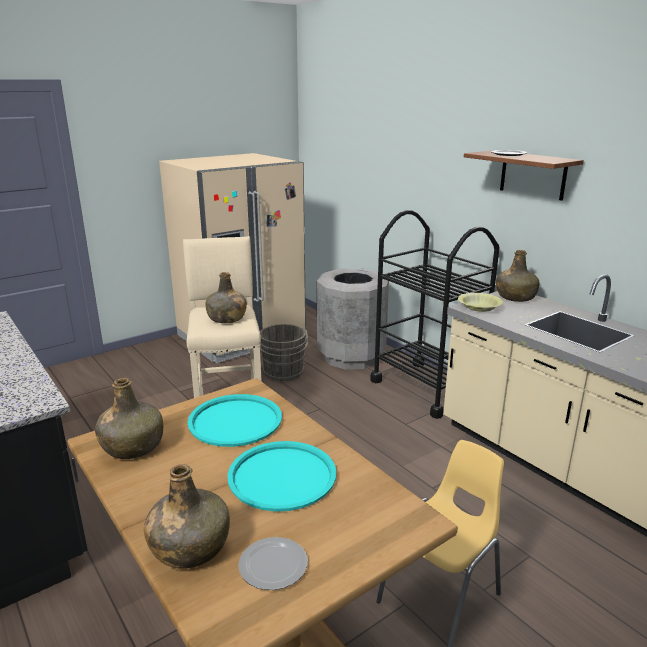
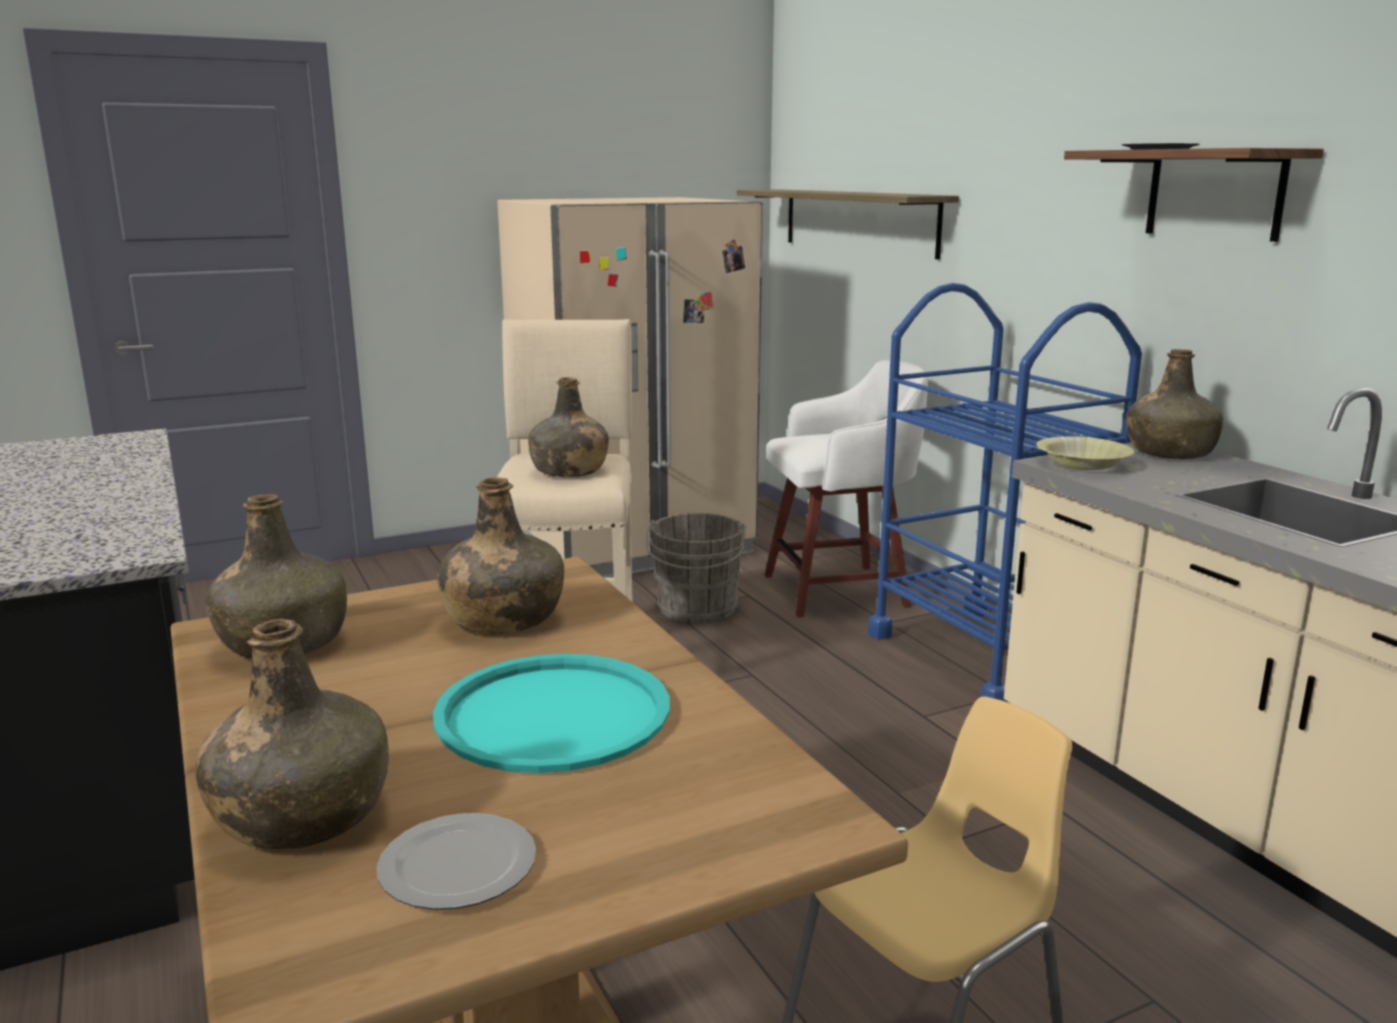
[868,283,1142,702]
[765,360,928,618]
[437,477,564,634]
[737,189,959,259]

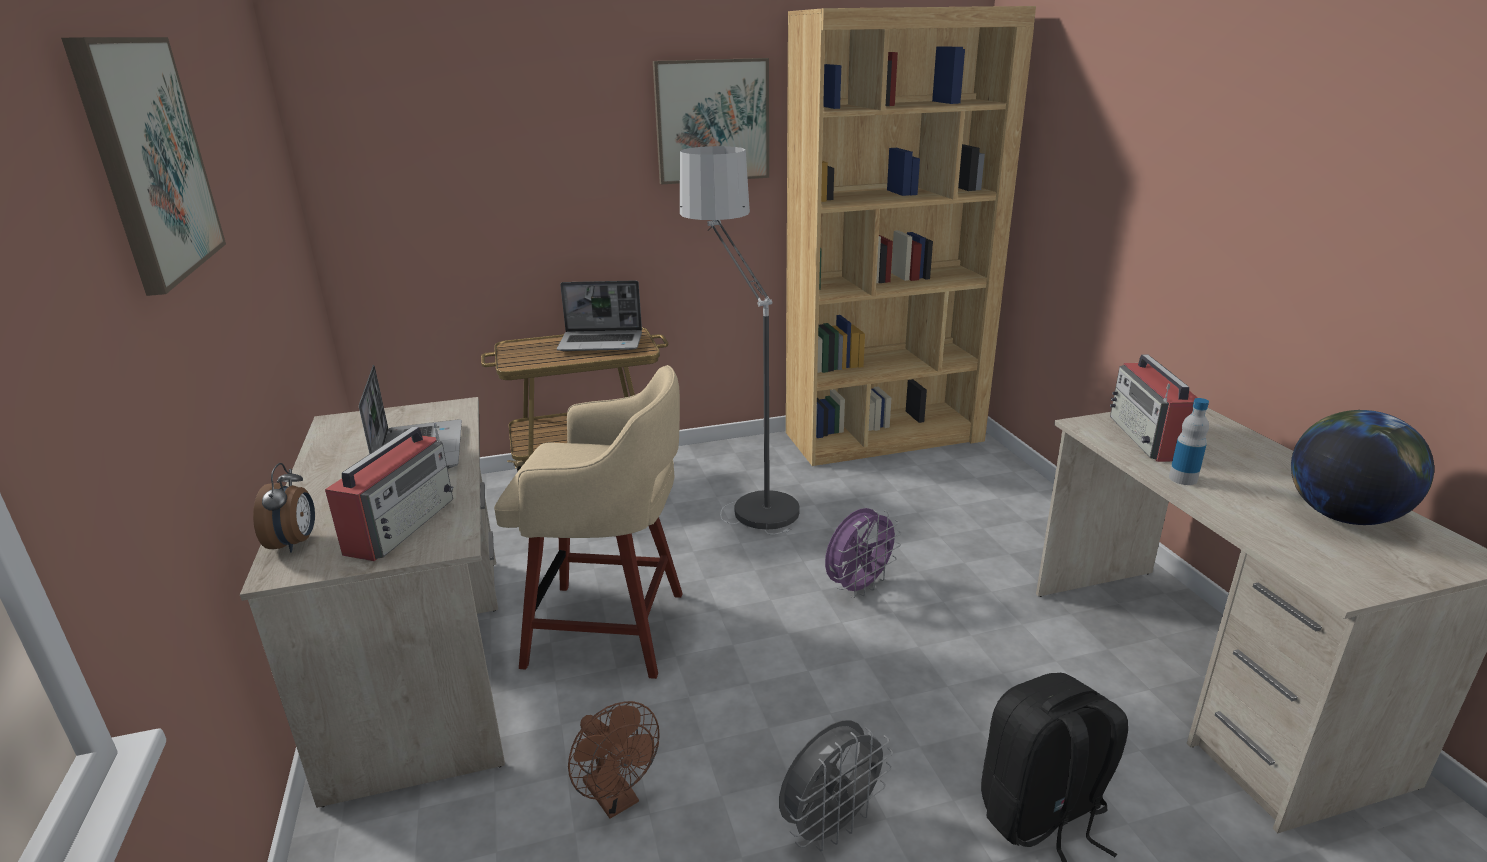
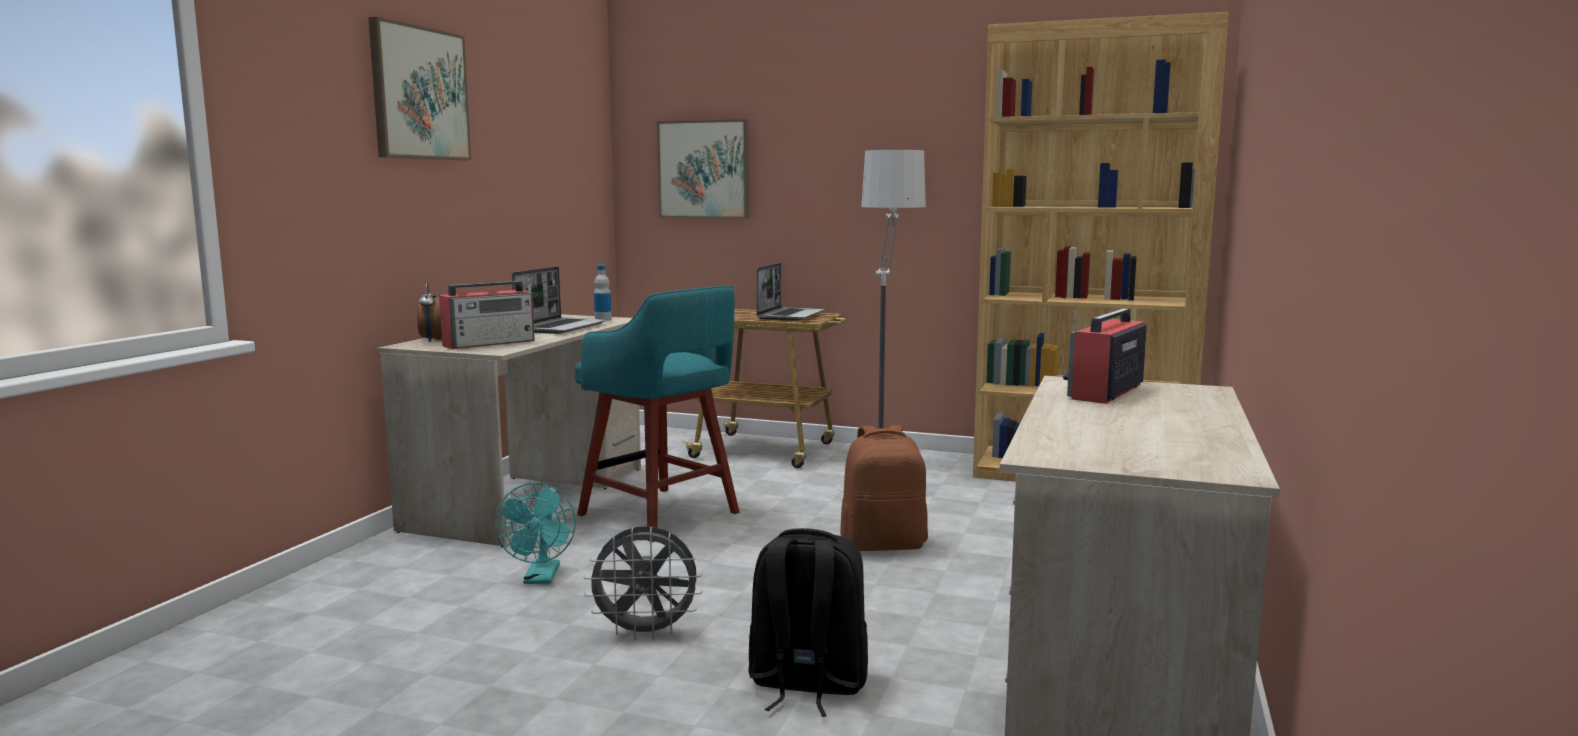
[657,119,749,219]
[757,263,825,320]
[575,286,739,542]
[594,265,611,321]
[1291,410,1434,525] (first image)
[417,282,442,342]
[840,425,928,551]
[495,483,576,584]

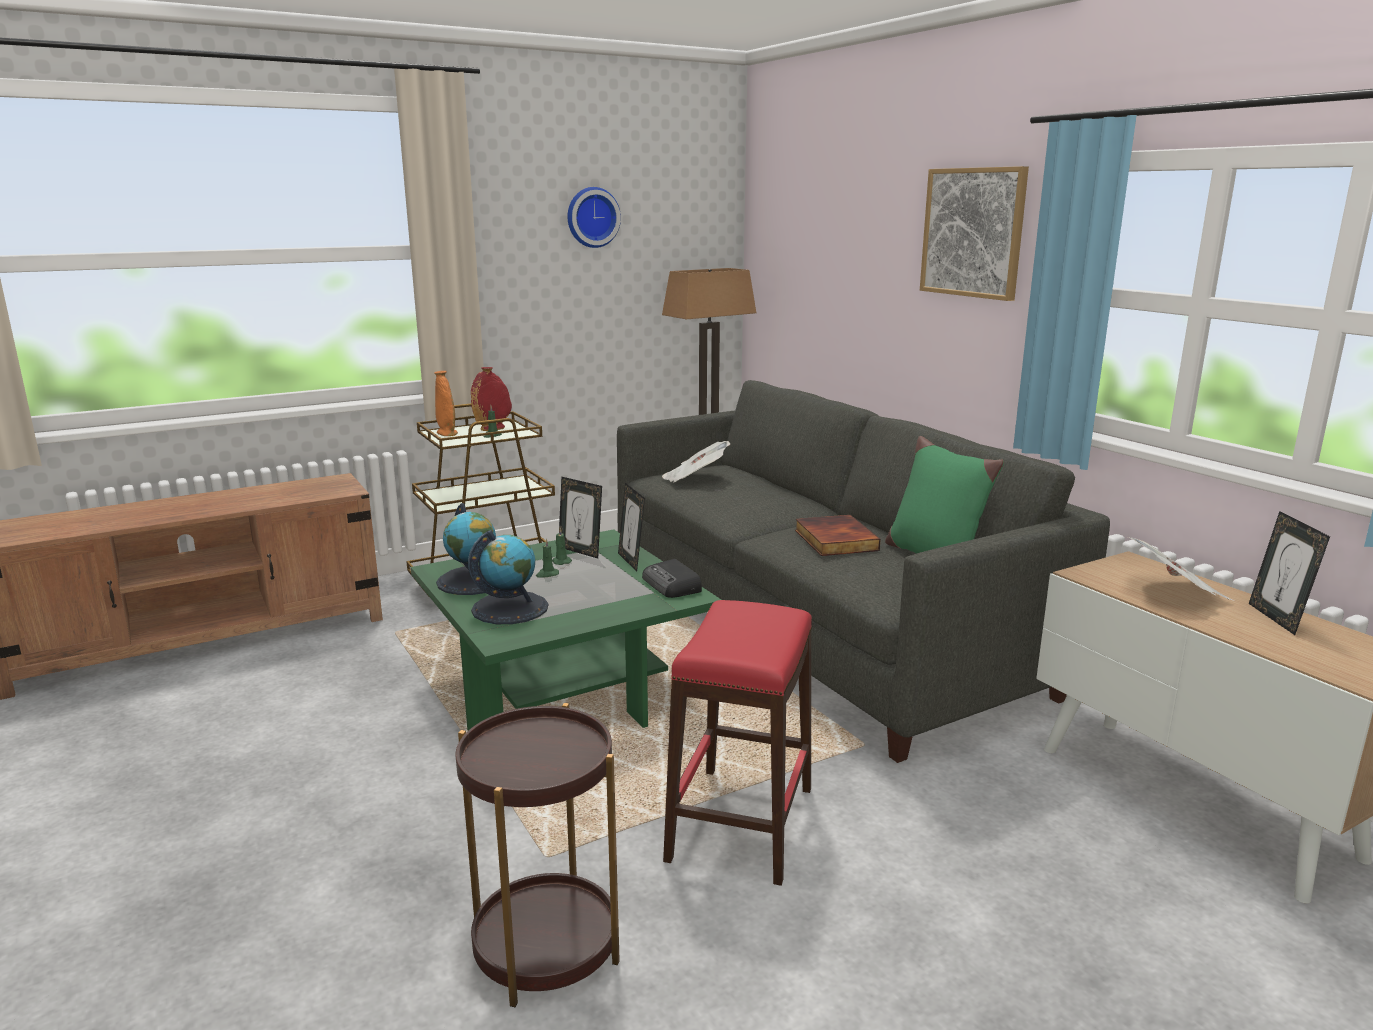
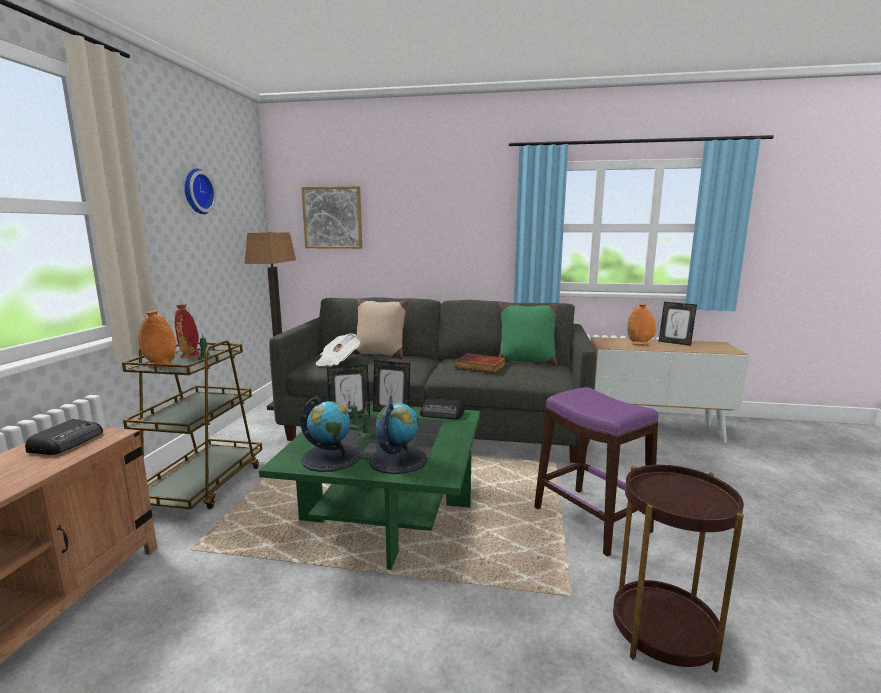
[301,186,362,249]
[627,304,656,345]
[534,387,659,557]
[352,298,409,359]
[25,419,103,455]

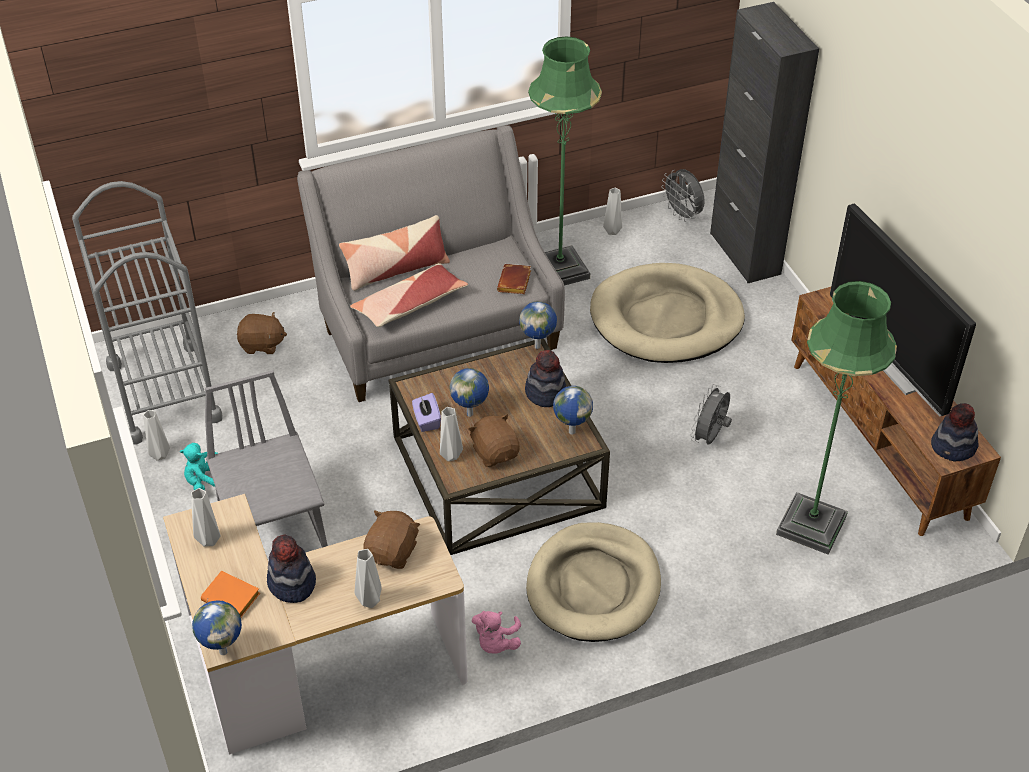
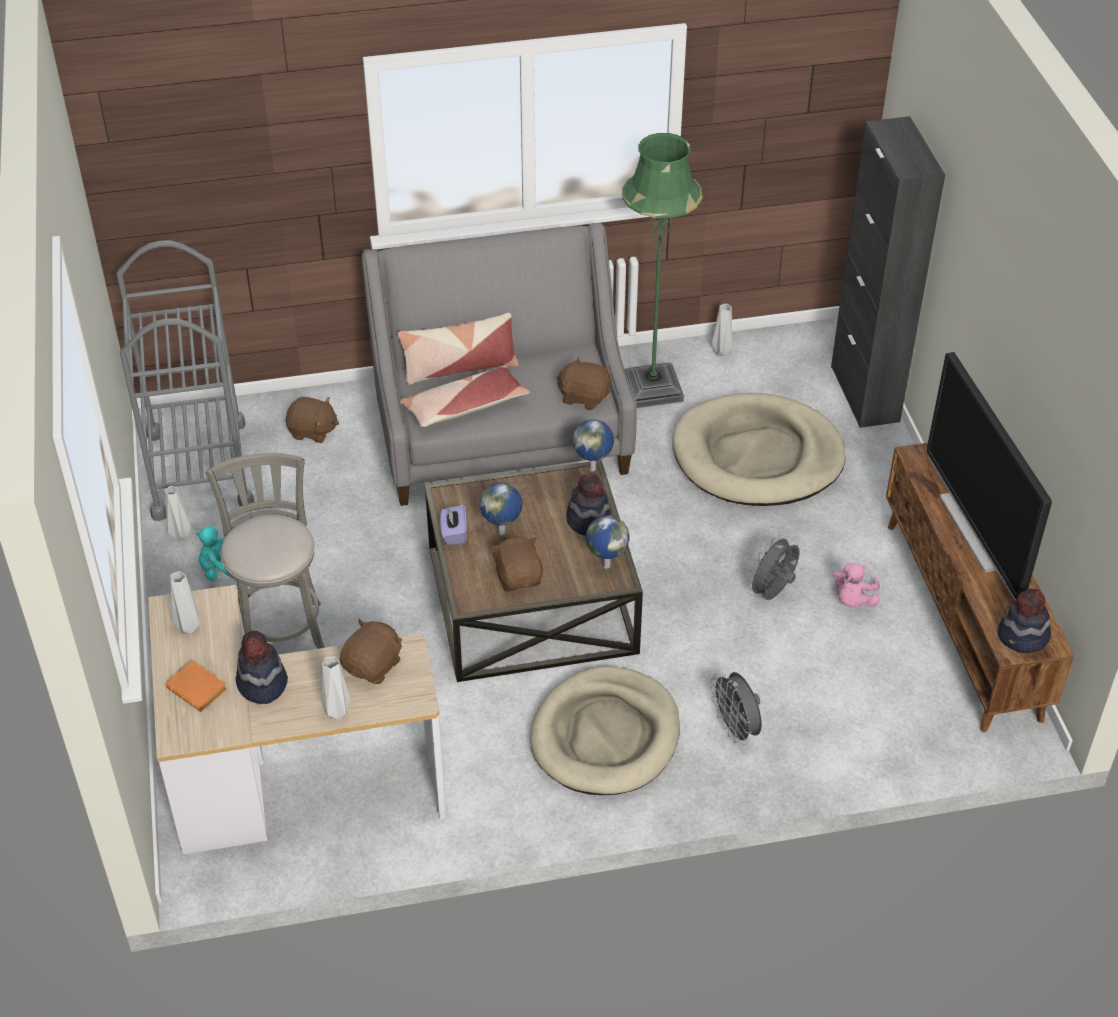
[710,672,762,745]
[556,357,611,410]
[776,281,897,555] (first image)
[206,453,325,649]
[440,407,463,461] (first image)
[192,600,242,655] (first image)
[832,563,880,608]

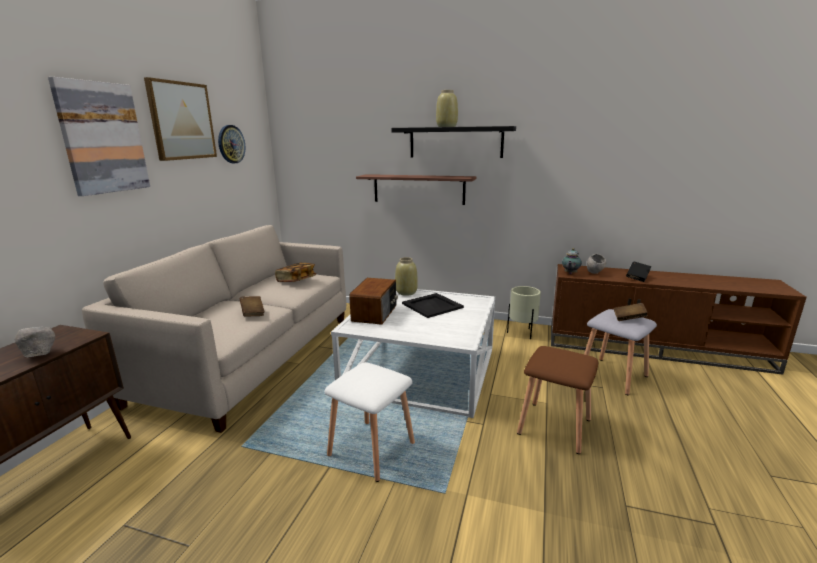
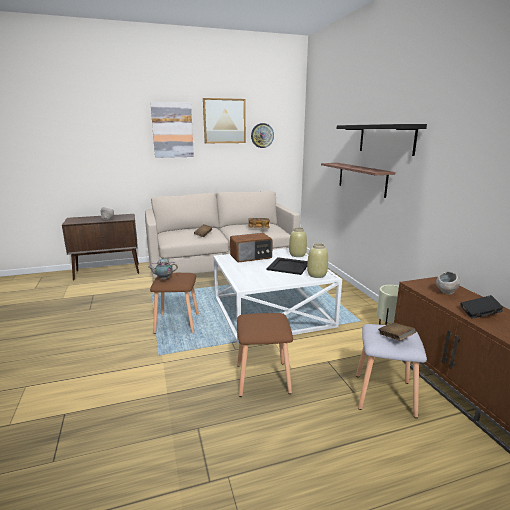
[307,243,328,278]
[148,257,178,280]
[150,273,199,334]

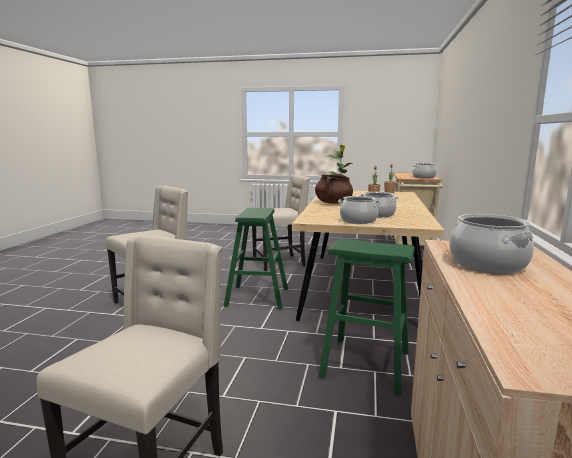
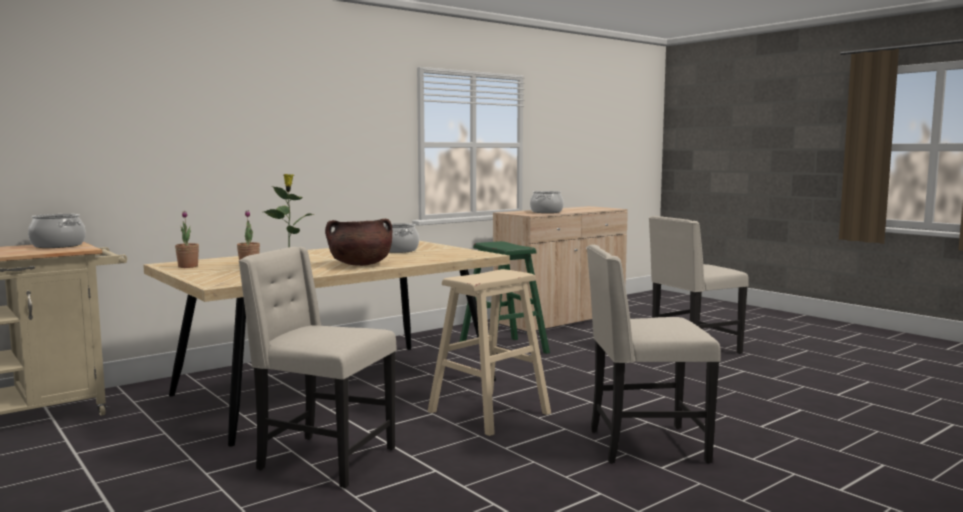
[338,196,381,224] (first image)
[428,269,551,436]

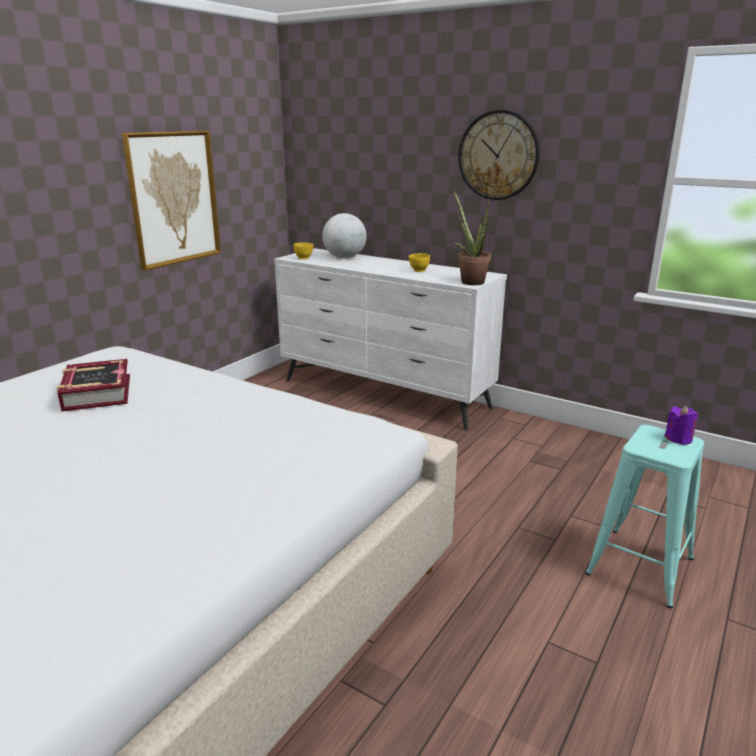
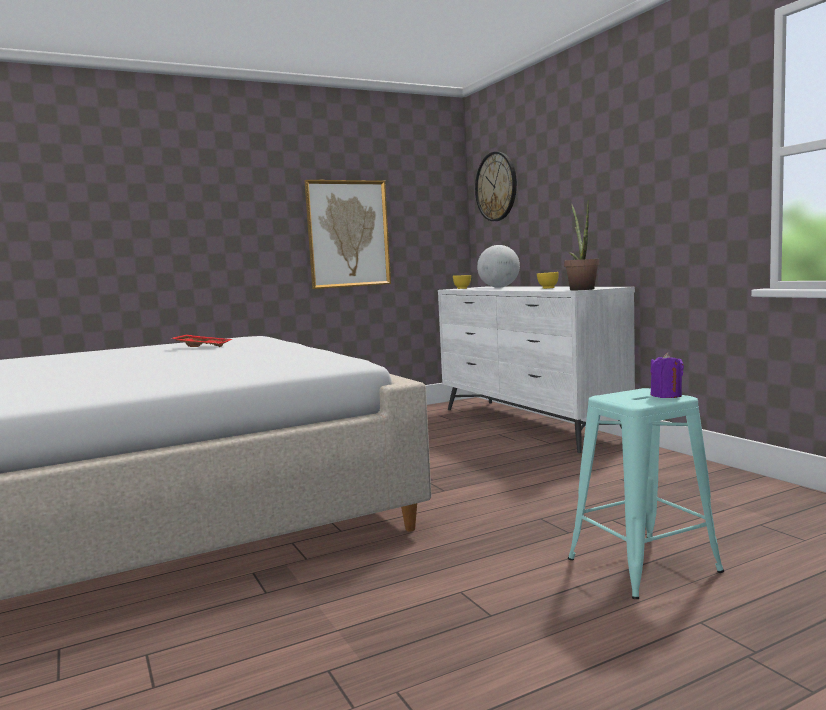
[475,152,517,221]
[171,335,232,347]

